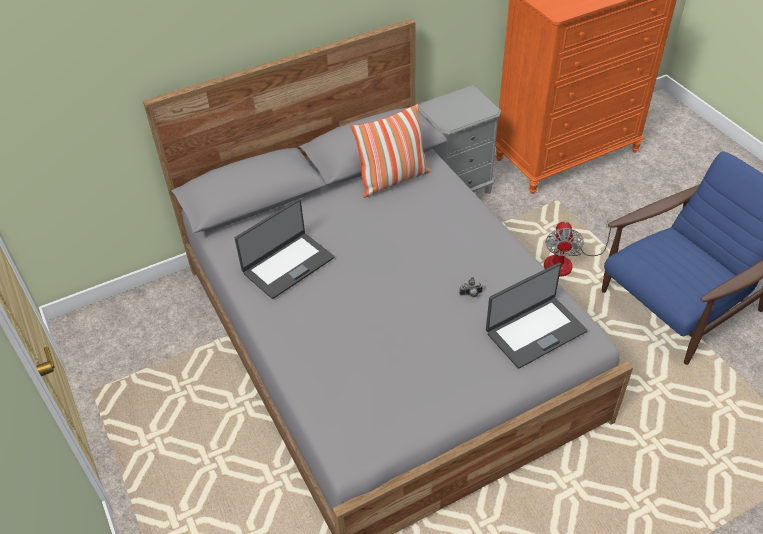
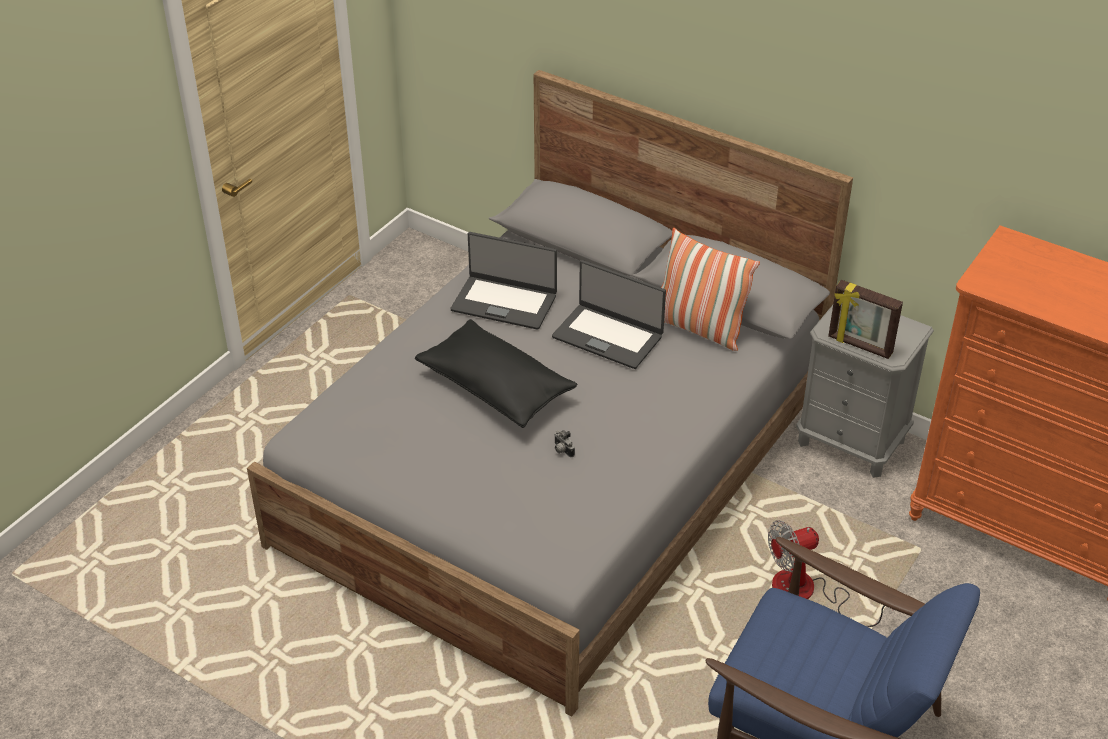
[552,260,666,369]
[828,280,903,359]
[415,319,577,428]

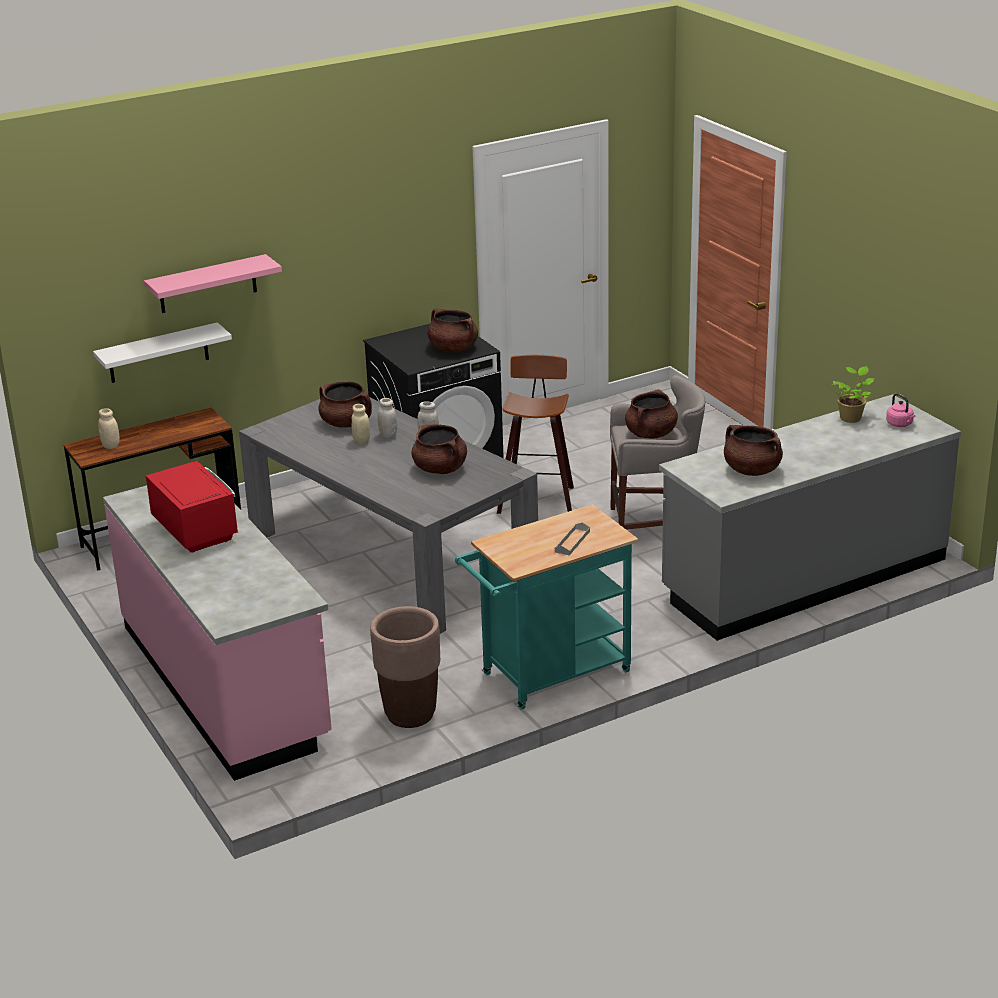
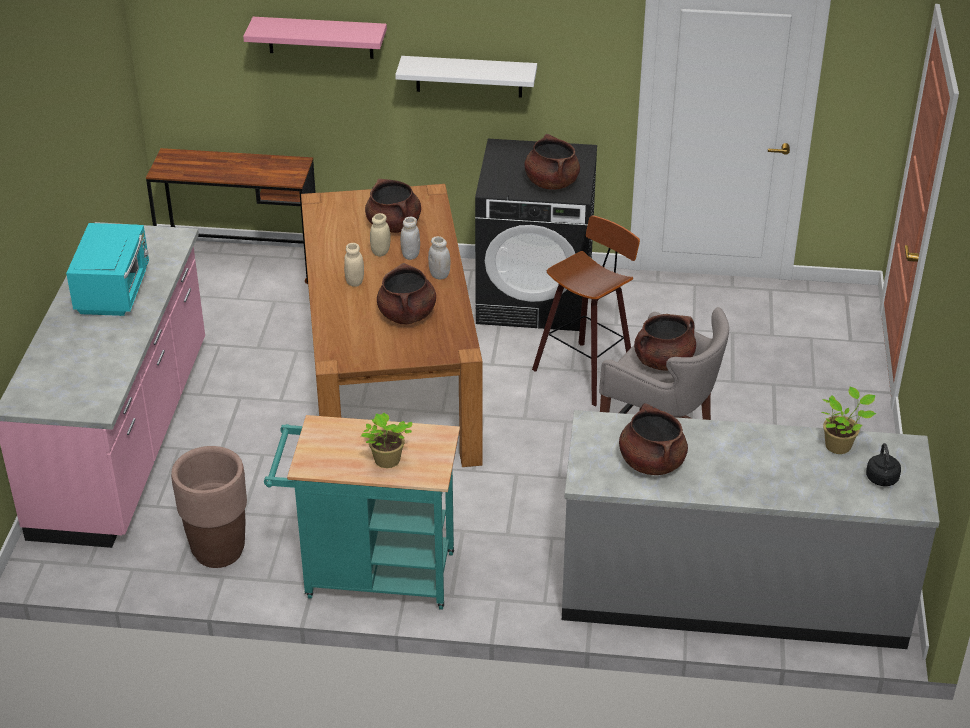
[395,56,537,98]
[866,443,901,486]
[301,184,483,467]
[344,243,364,287]
[66,223,149,316]
[361,412,412,468]

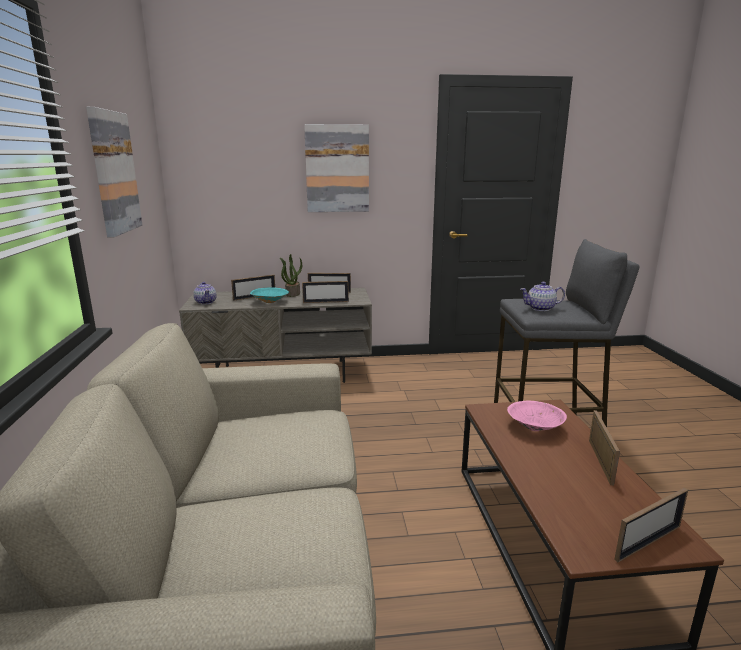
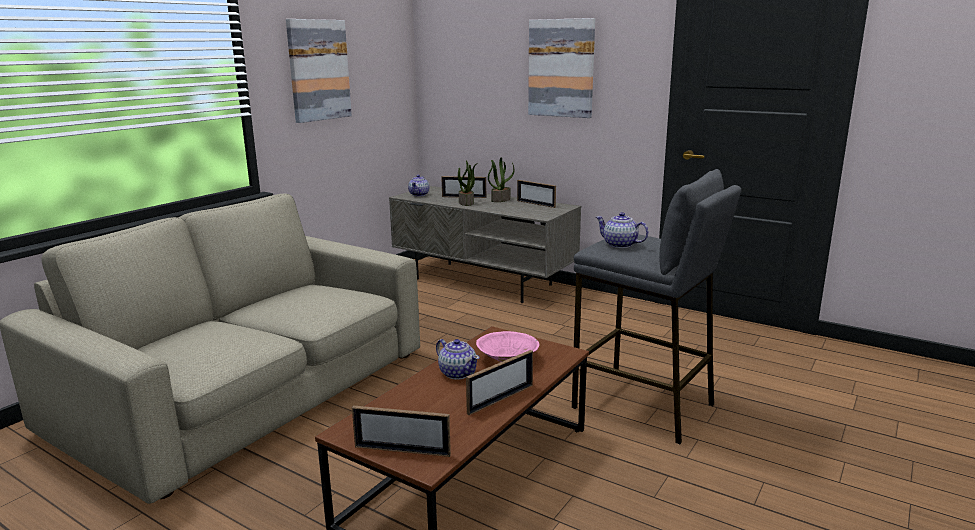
[302,281,349,303] (first image)
[458,160,477,206]
[436,339,480,380]

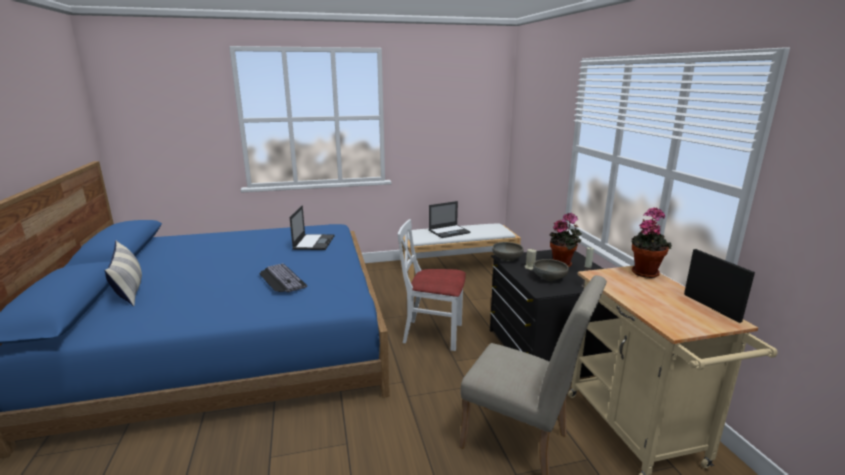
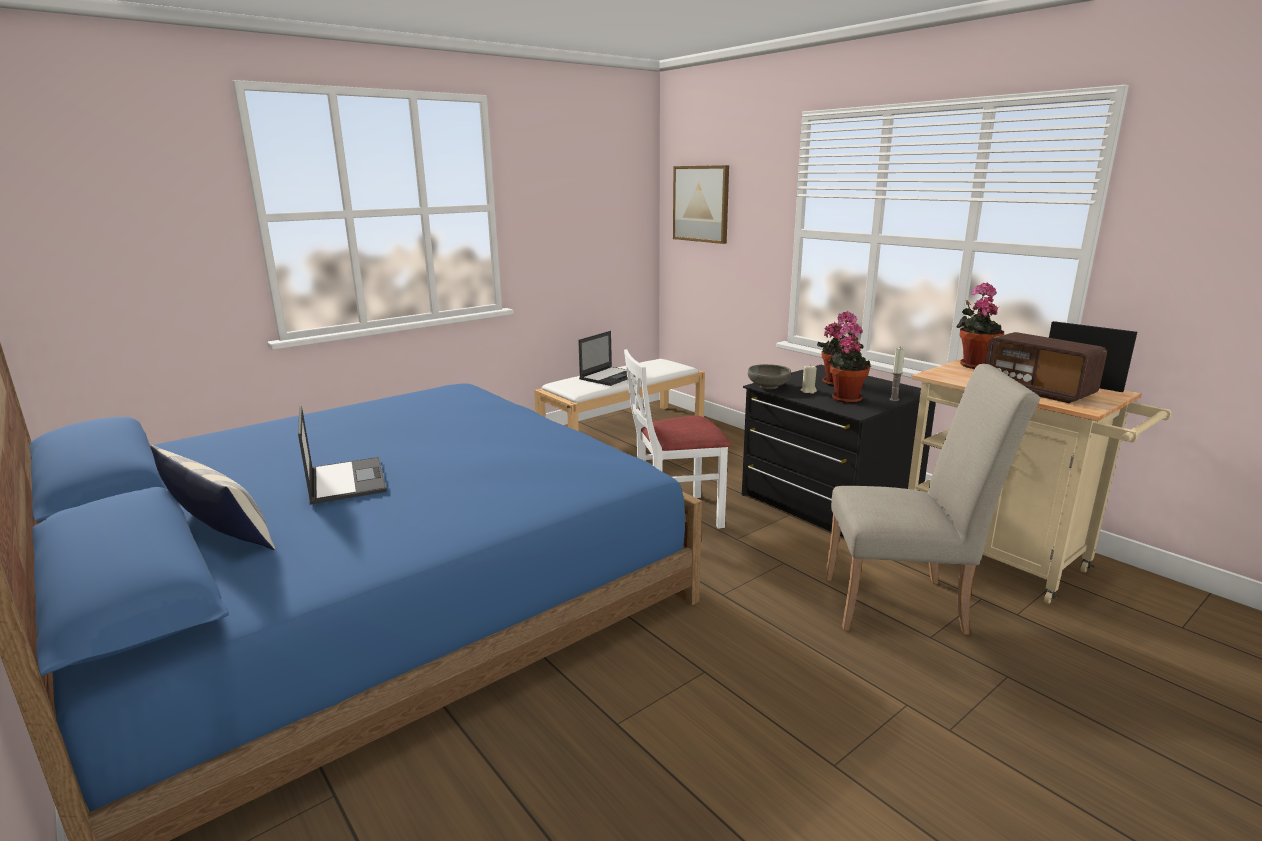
[298,406,387,505]
[828,321,871,403]
[259,263,307,292] (first image)
[673,165,729,244]
[985,332,1107,403]

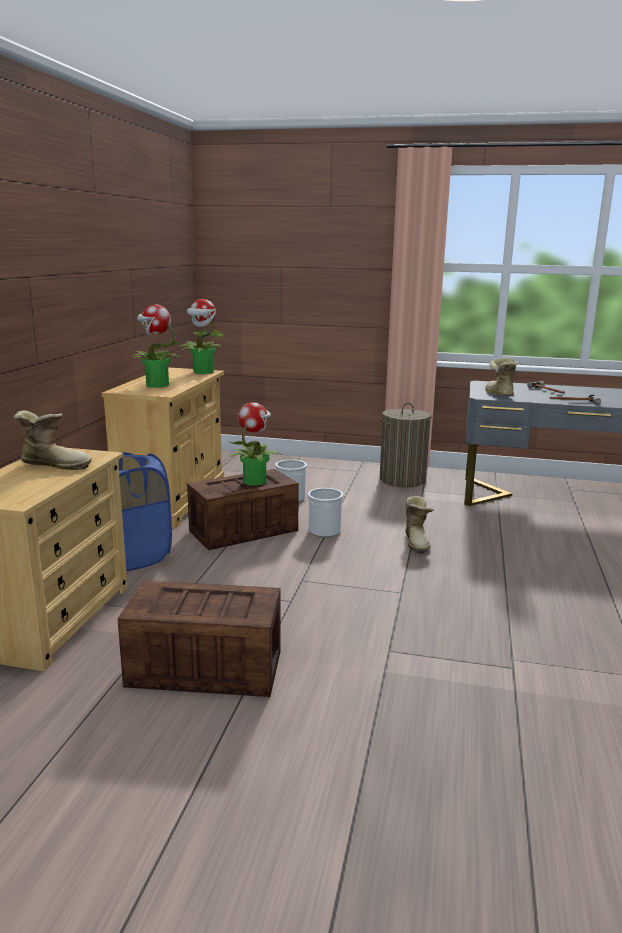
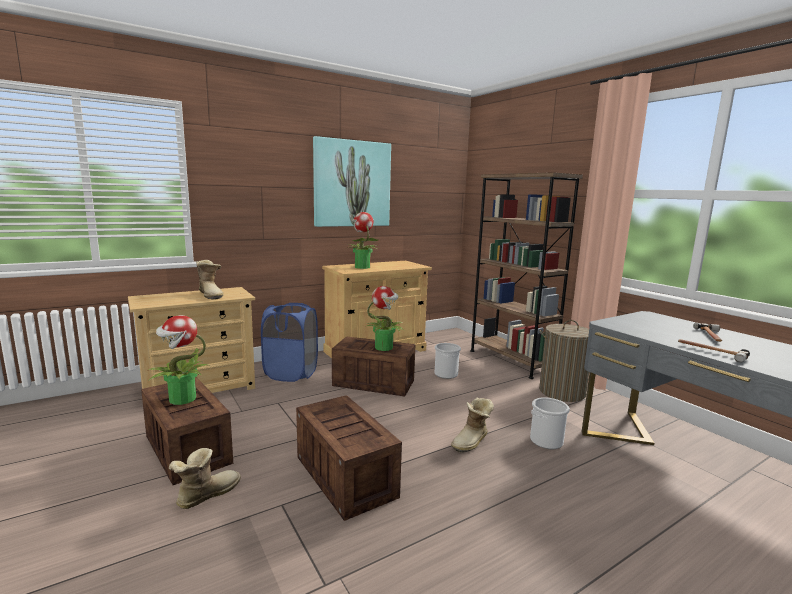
[148,315,208,405]
[169,448,241,509]
[530,397,570,449]
[313,136,391,227]
[470,172,583,379]
[296,395,402,521]

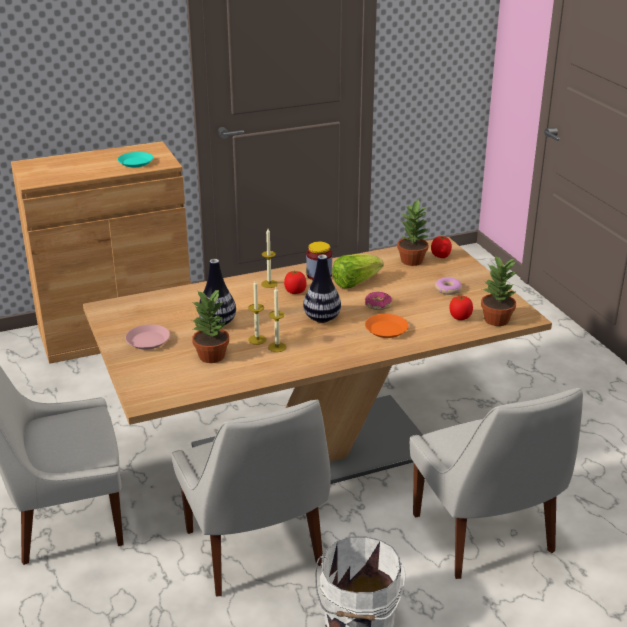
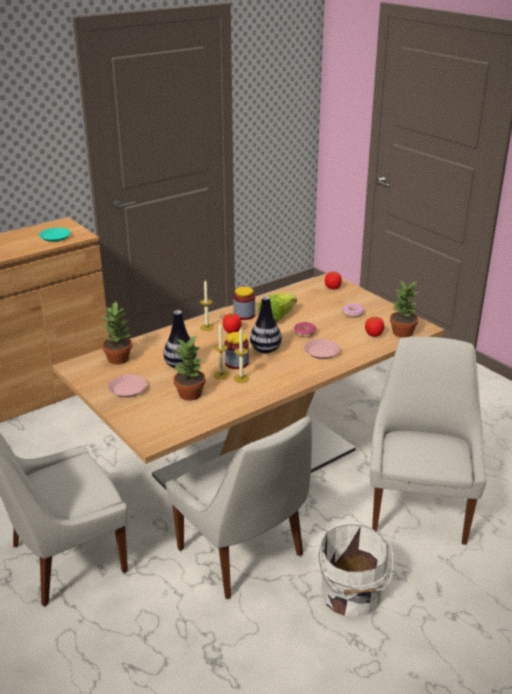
[101,302,132,364]
[304,339,340,359]
[370,336,486,545]
[224,332,249,369]

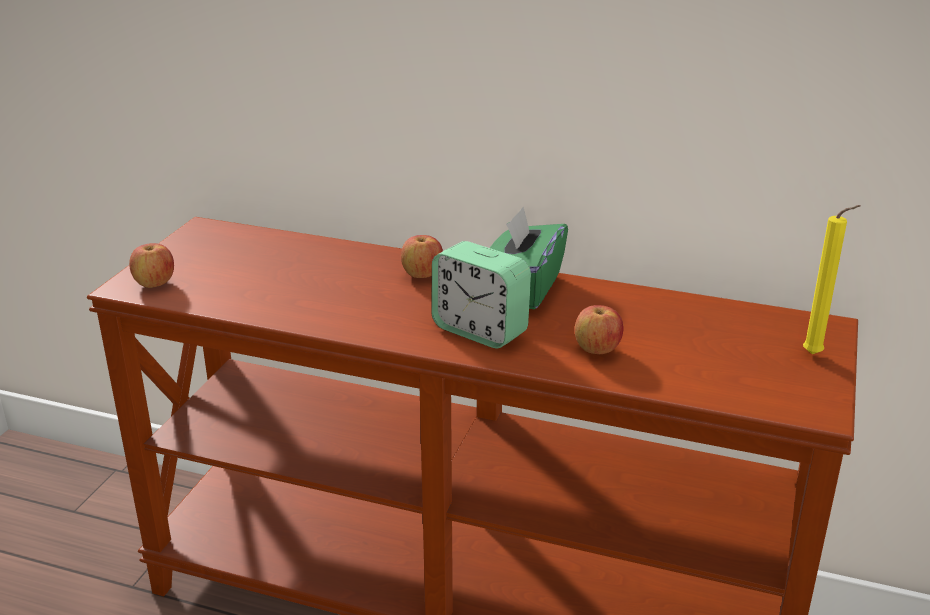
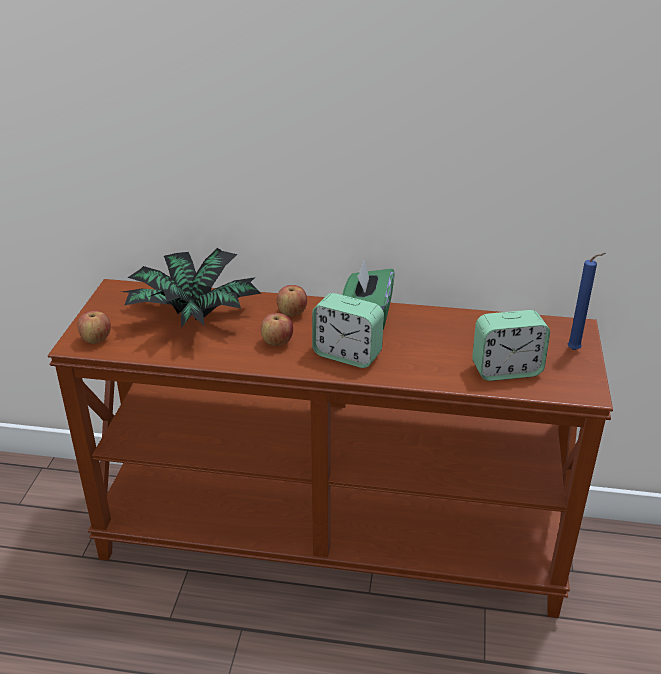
[568,253,606,350]
[261,313,293,346]
[123,248,261,328]
[472,310,550,381]

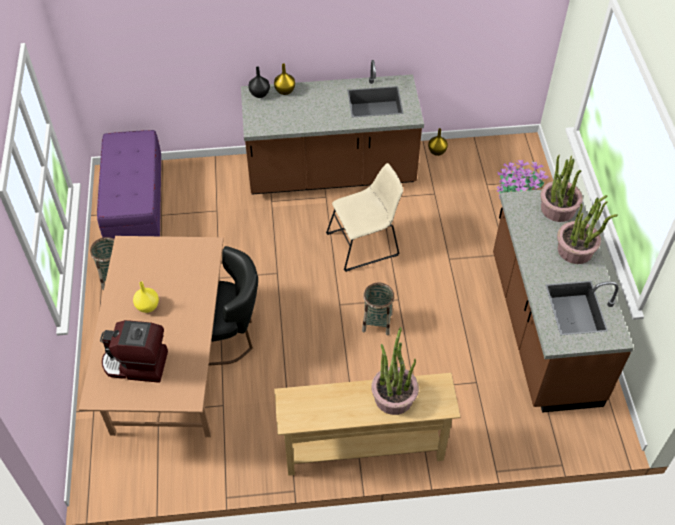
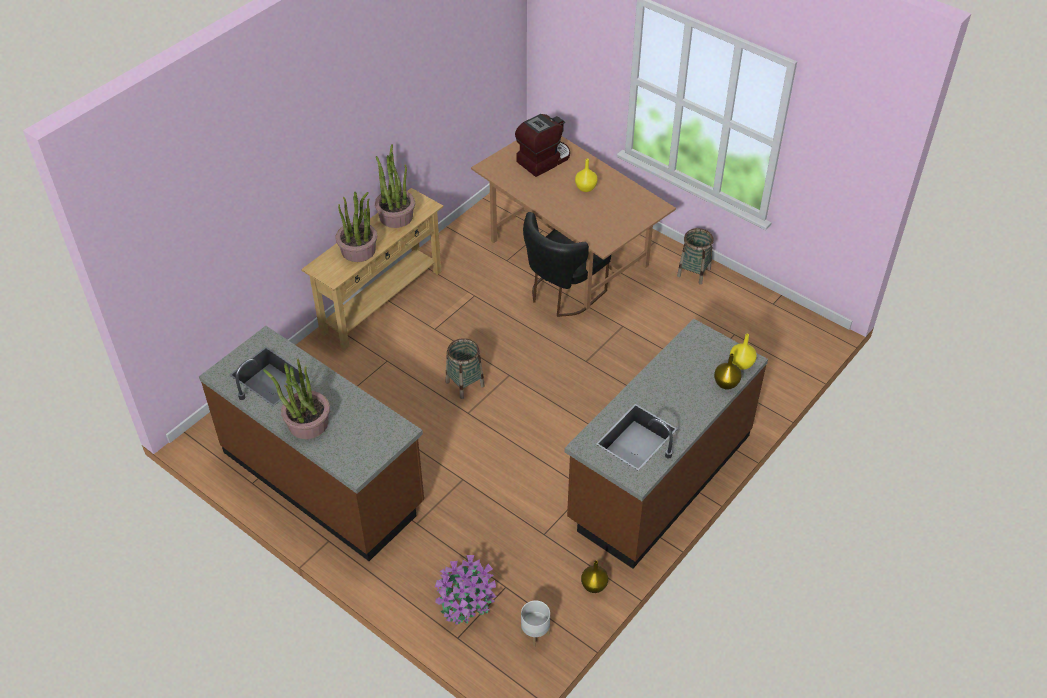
[730,334,757,370]
[97,130,161,239] (first image)
[375,144,415,228]
[326,163,403,272] (first image)
[521,600,550,646]

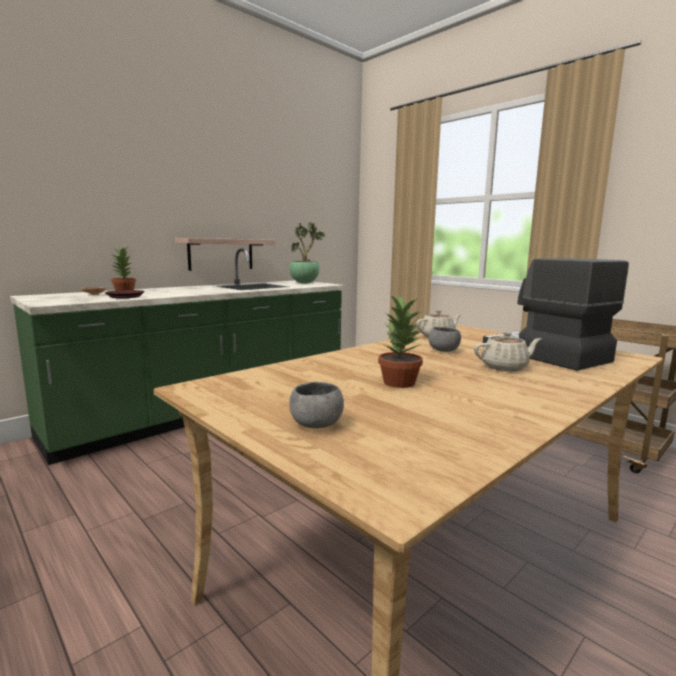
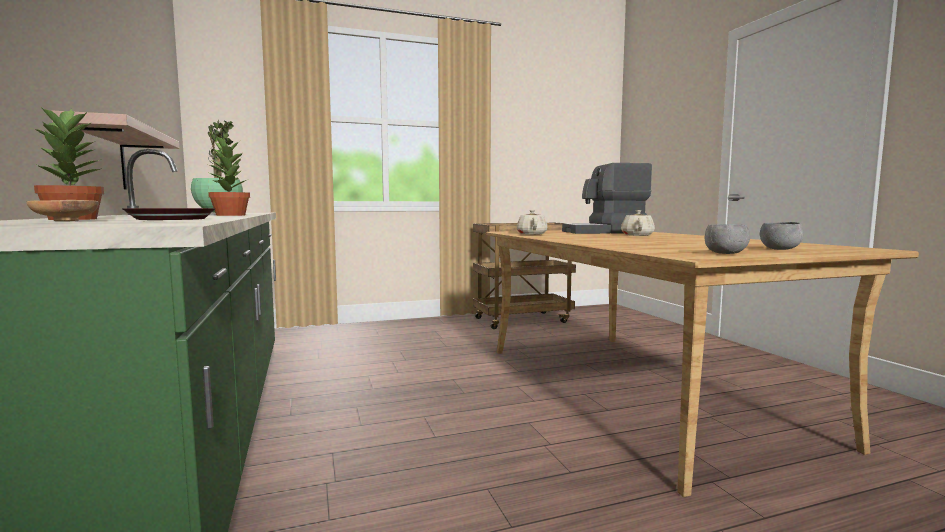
[208,135,250,216]
[705,224,750,254]

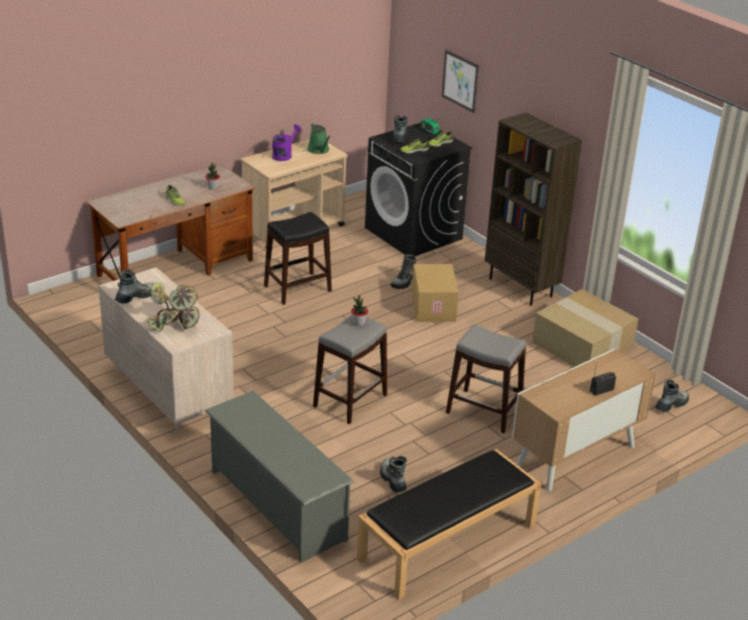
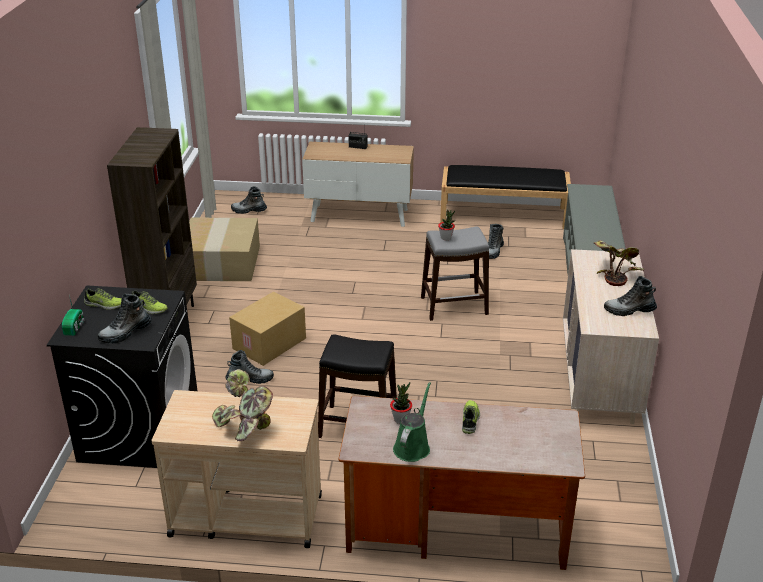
[442,49,479,113] (first image)
[393,382,431,462]
[212,369,273,441]
[446,325,526,433] (first image)

